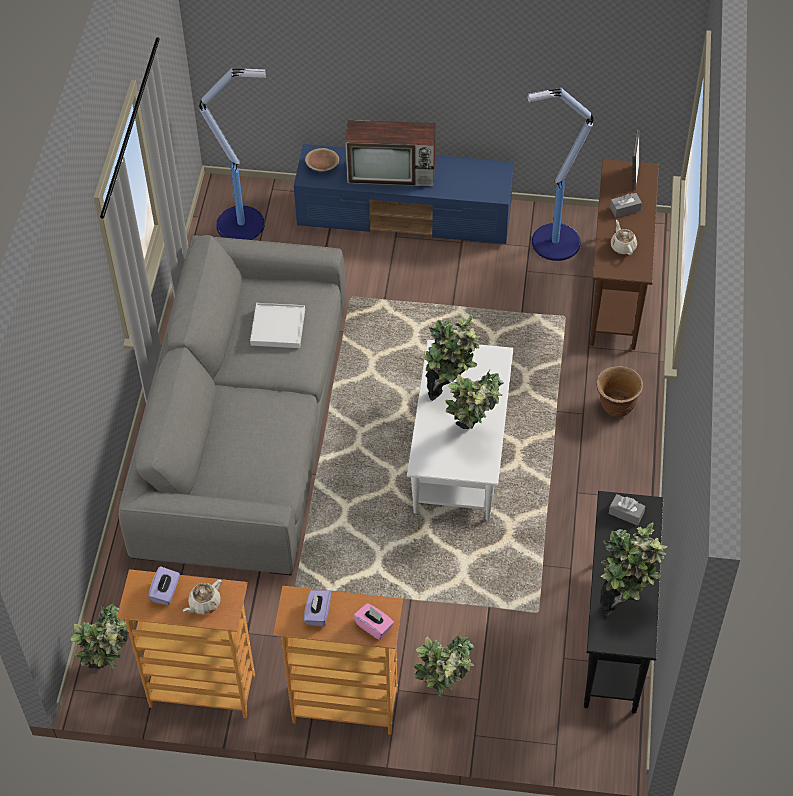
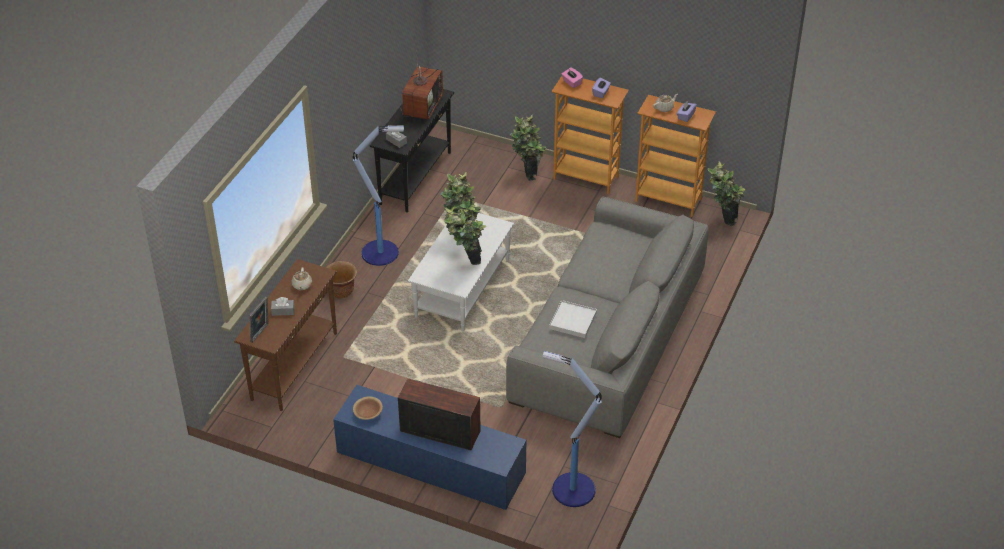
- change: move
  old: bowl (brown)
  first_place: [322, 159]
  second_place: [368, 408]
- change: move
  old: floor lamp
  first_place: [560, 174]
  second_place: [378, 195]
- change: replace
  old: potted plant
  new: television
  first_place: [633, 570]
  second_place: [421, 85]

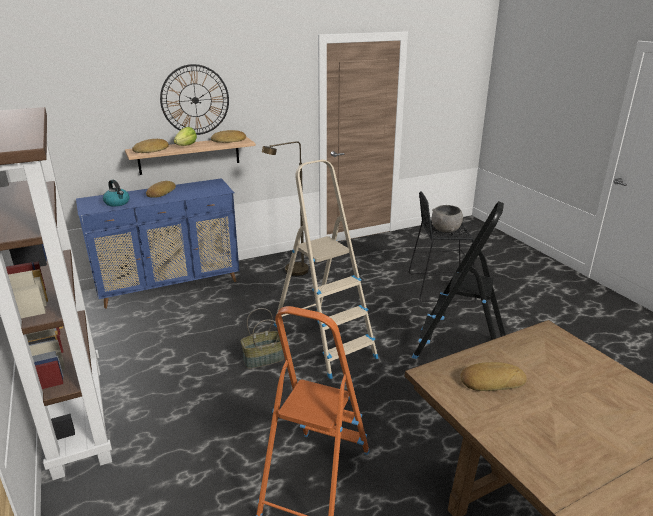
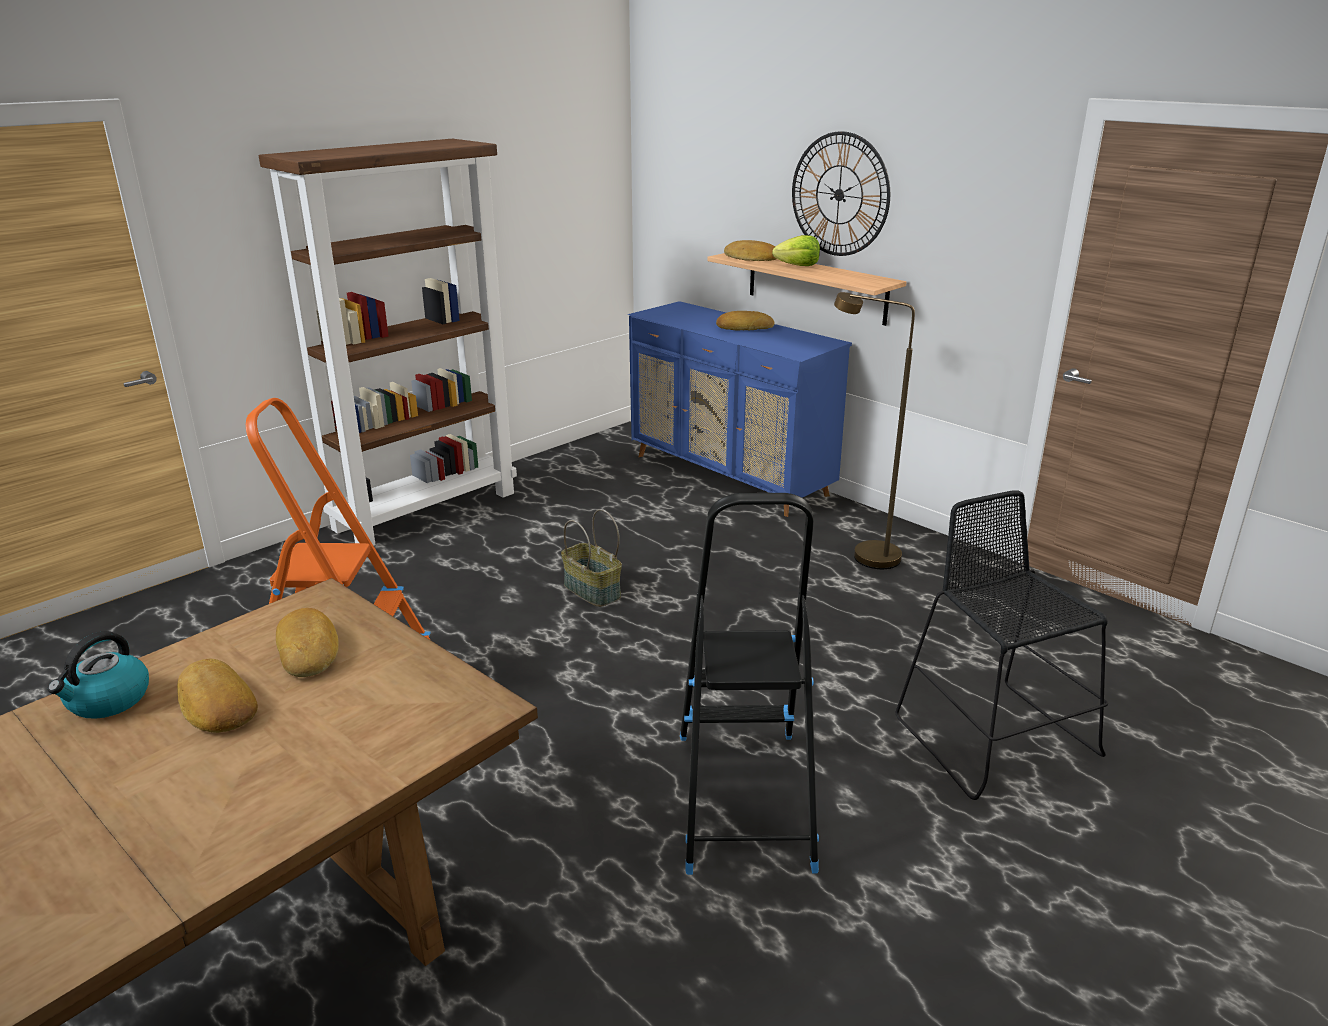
- change: move
  old: kettle
  first_place: [116, 193]
  second_place: [98, 675]
- change: move
  old: bread
  first_place: [228, 136]
  second_place: [217, 696]
- change: delete
  old: step ladder (beige)
  first_place: [326, 269]
- change: delete
  old: bowl (grey)
  first_place: [447, 219]

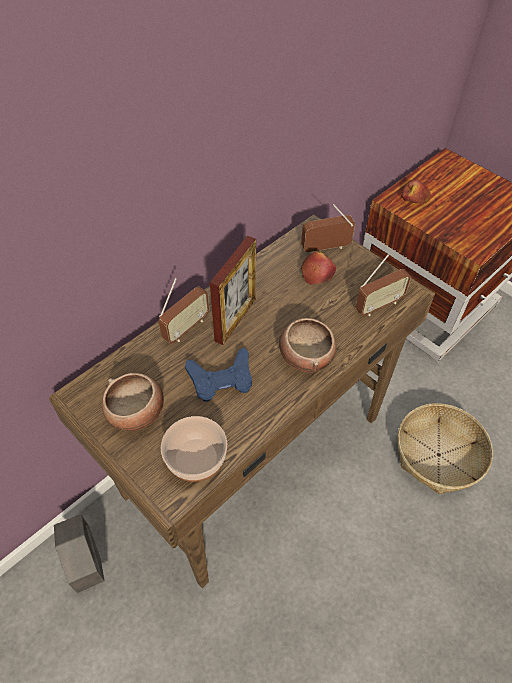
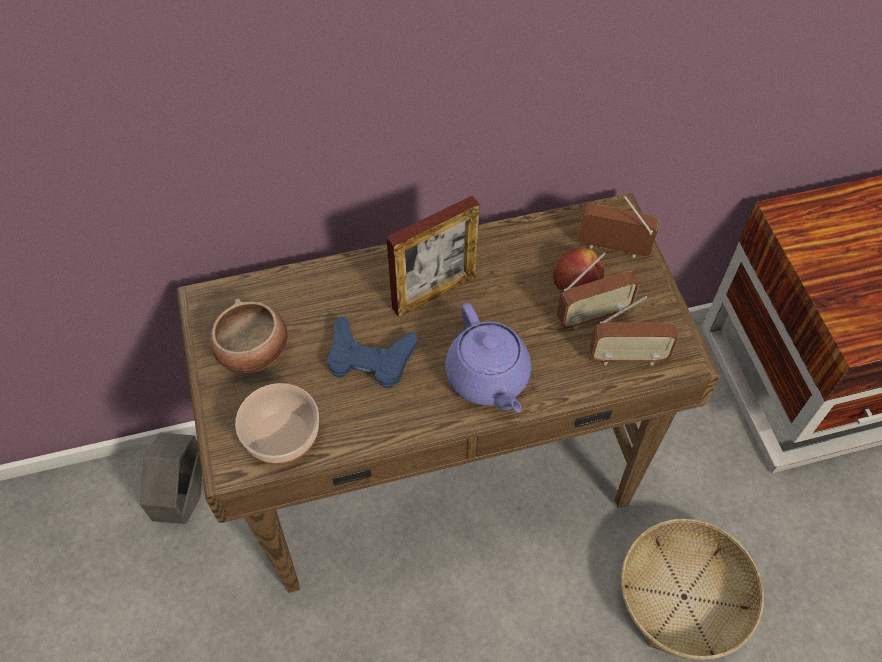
- change: move
  old: radio
  first_place: [184, 311]
  second_place: [598, 290]
- change: replace
  old: bowl
  new: teapot (purple)
  first_place: [307, 345]
  second_place: [488, 357]
- change: delete
  old: apple
  first_place: [416, 192]

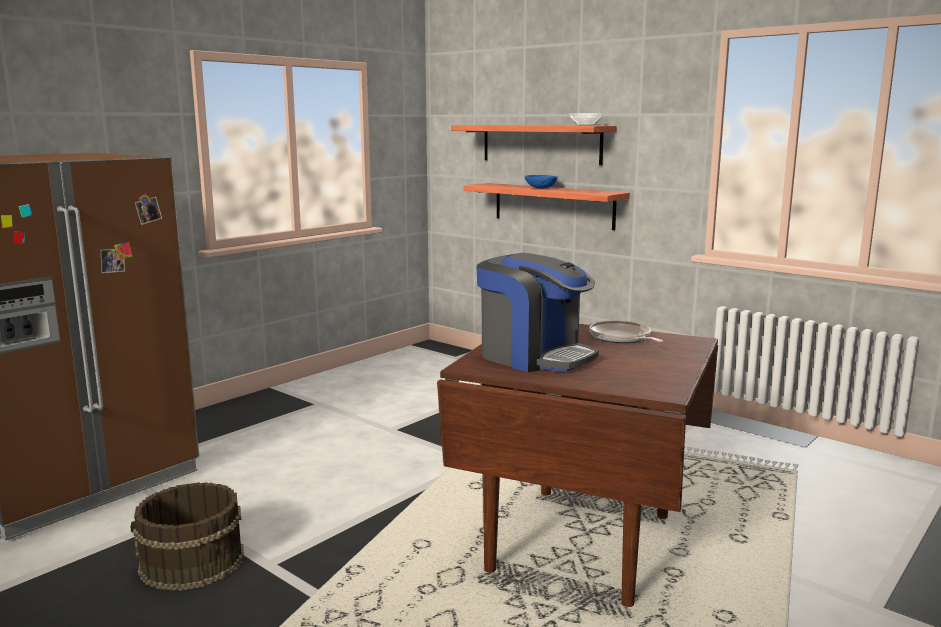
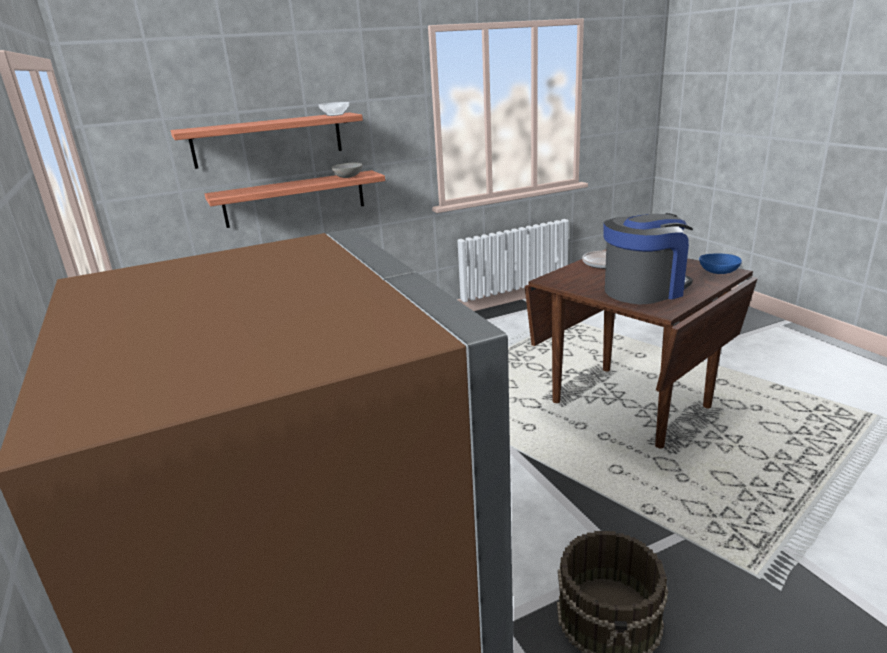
- change: move
  old: bowl (blue)
  first_place: [541, 182]
  second_place: [720, 264]
- change: insert
  new: bowl (grey)
  second_place: [347, 170]

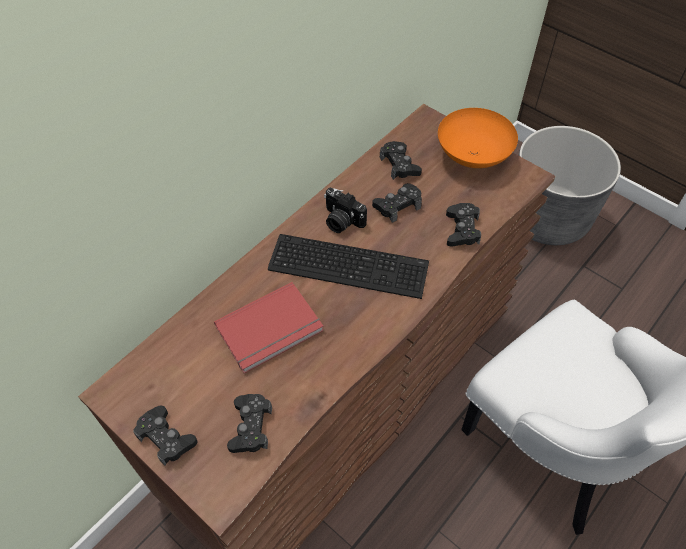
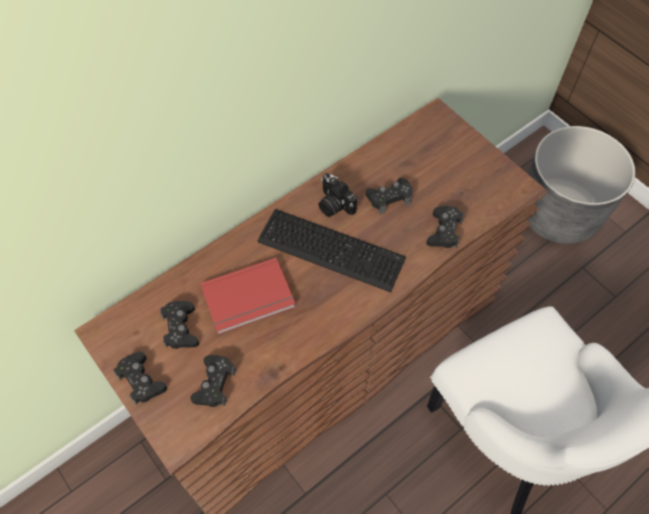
- change: move
  old: game controller (black)
  first_place: [401, 160]
  second_place: [179, 325]
- change: delete
  old: bowl (orange)
  first_place: [478, 138]

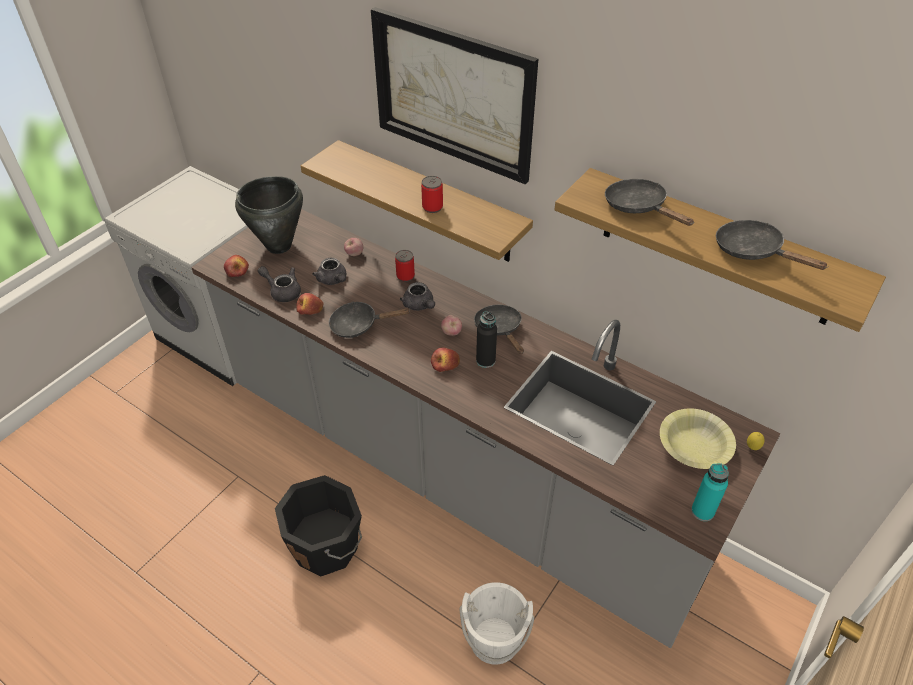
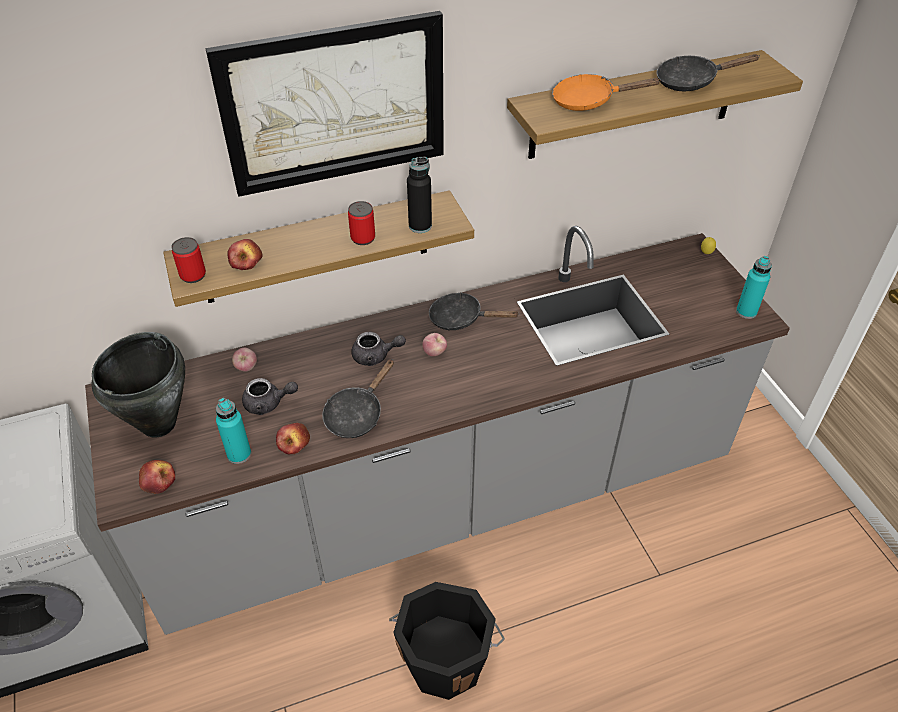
- change: replace
  old: teapot (grey)
  new: bottle (turquoise)
  first_place: [279, 284]
  second_place: [233, 431]
- change: move
  old: can
  first_place: [405, 266]
  second_place: [189, 260]
- change: move
  old: apple
  first_place: [445, 359]
  second_place: [244, 254]
- change: delete
  old: bucket (white)
  first_place: [497, 623]
- change: move
  old: bottle (black)
  first_place: [486, 339]
  second_place: [419, 195]
- change: recolor
  old: frying pan (black)
  new: frying pan (orange)
  first_place: [649, 202]
  second_place: [606, 92]
- change: delete
  old: bowl (yellow)
  first_place: [698, 439]

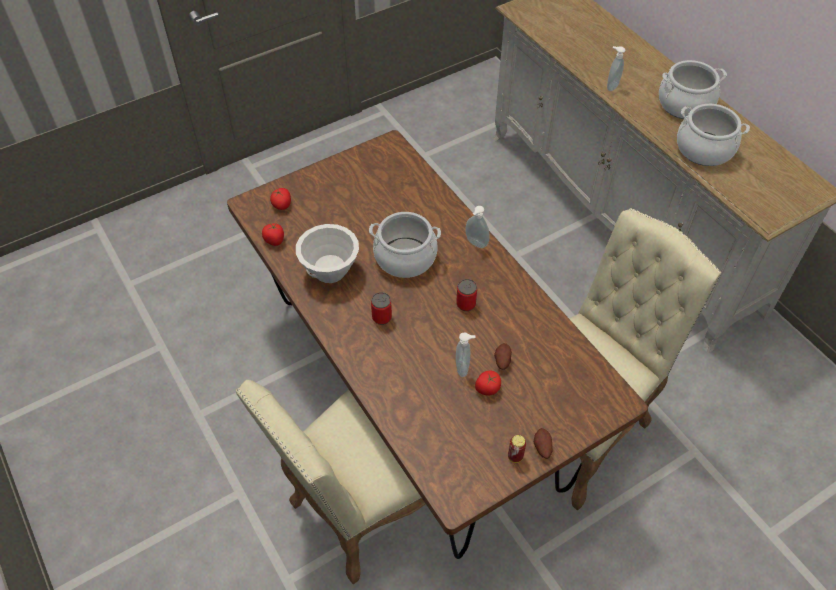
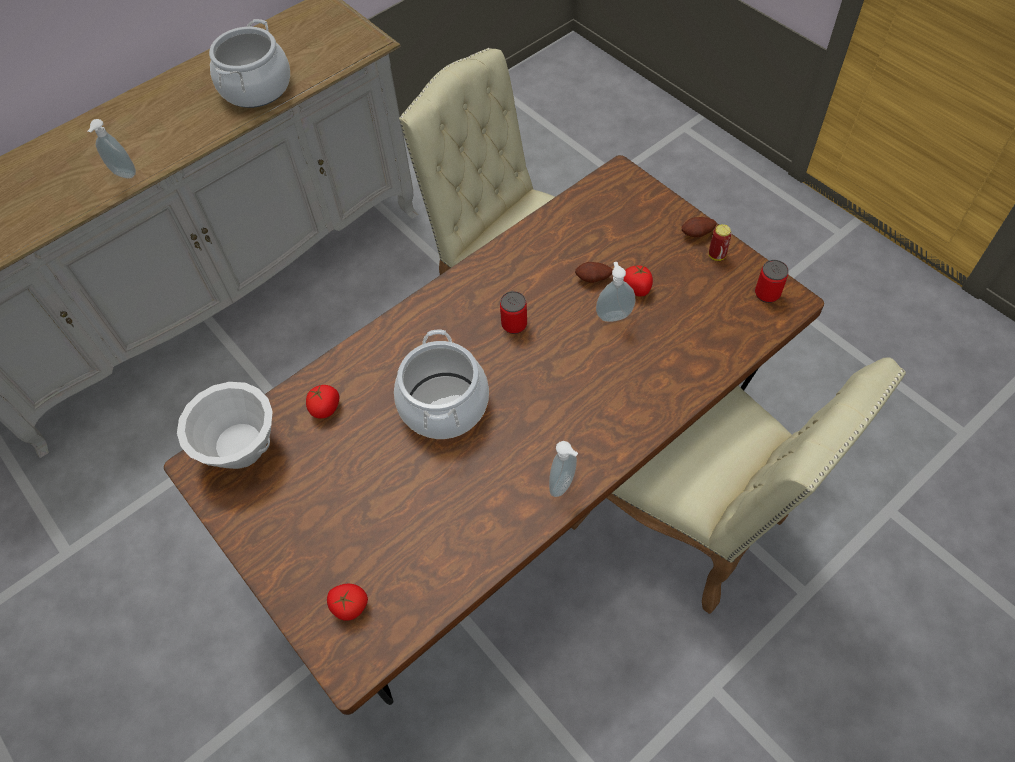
- change: move
  old: tomato
  first_place: [273, 234]
  second_place: [322, 401]
- change: move
  old: bowl (white)
  first_place: [327, 253]
  second_place: [225, 425]
- change: move
  old: can
  first_place: [381, 308]
  second_place: [772, 281]
- change: move
  old: soap dispenser
  first_place: [477, 227]
  second_place: [563, 469]
- change: delete
  old: cooking pot
  first_place: [693, 89]

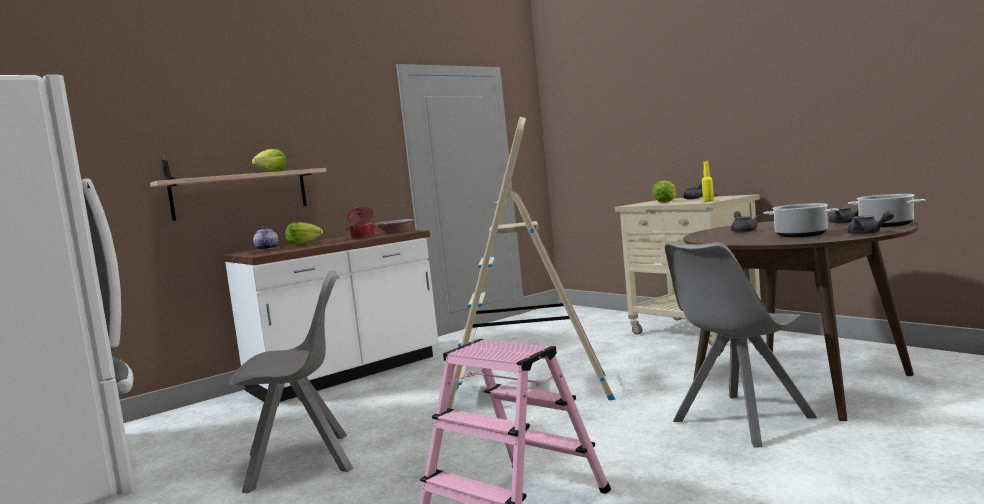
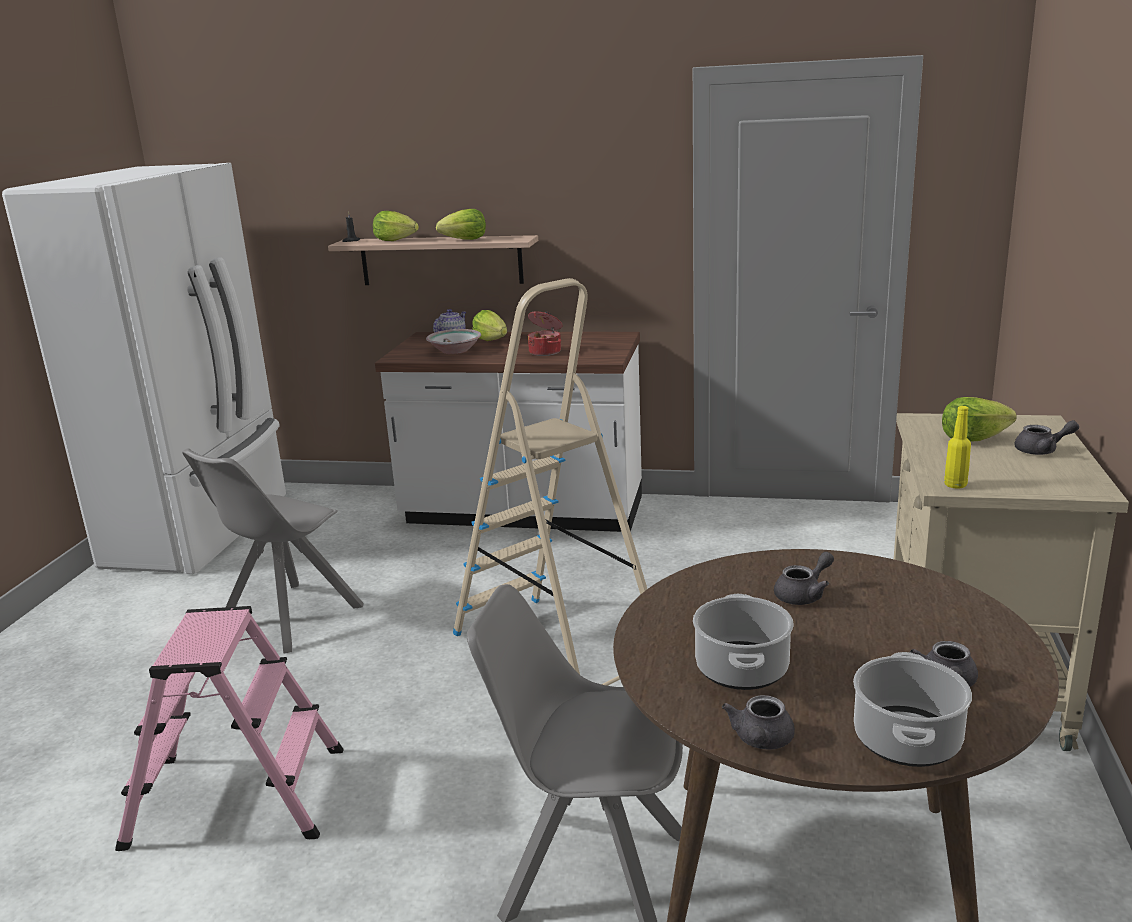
- change: rotate
  old: chair (grey)
  first_place: [290, 381]
  second_place: [273, 551]
  degrees: 90
- change: move
  old: bowl
  first_place: [394, 226]
  second_place: [453, 341]
- change: insert
  new: lettuce
  second_place: [396, 226]

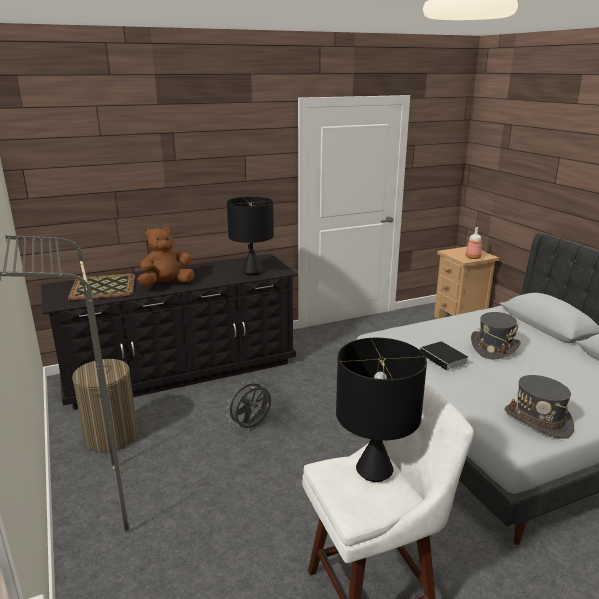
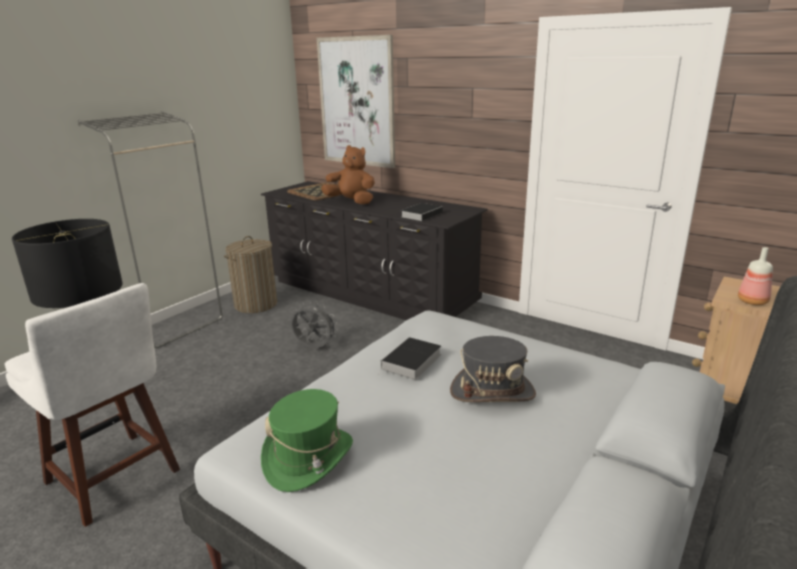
- change: replace
  old: table lamp (black)
  new: book
  first_place: [250, 236]
  second_place: [422, 212]
- change: recolor
  old: hat (grey)
  new: hat (green)
  first_place: [539, 407]
  second_place: [307, 440]
- change: insert
  new: picture
  second_place: [356, 101]

